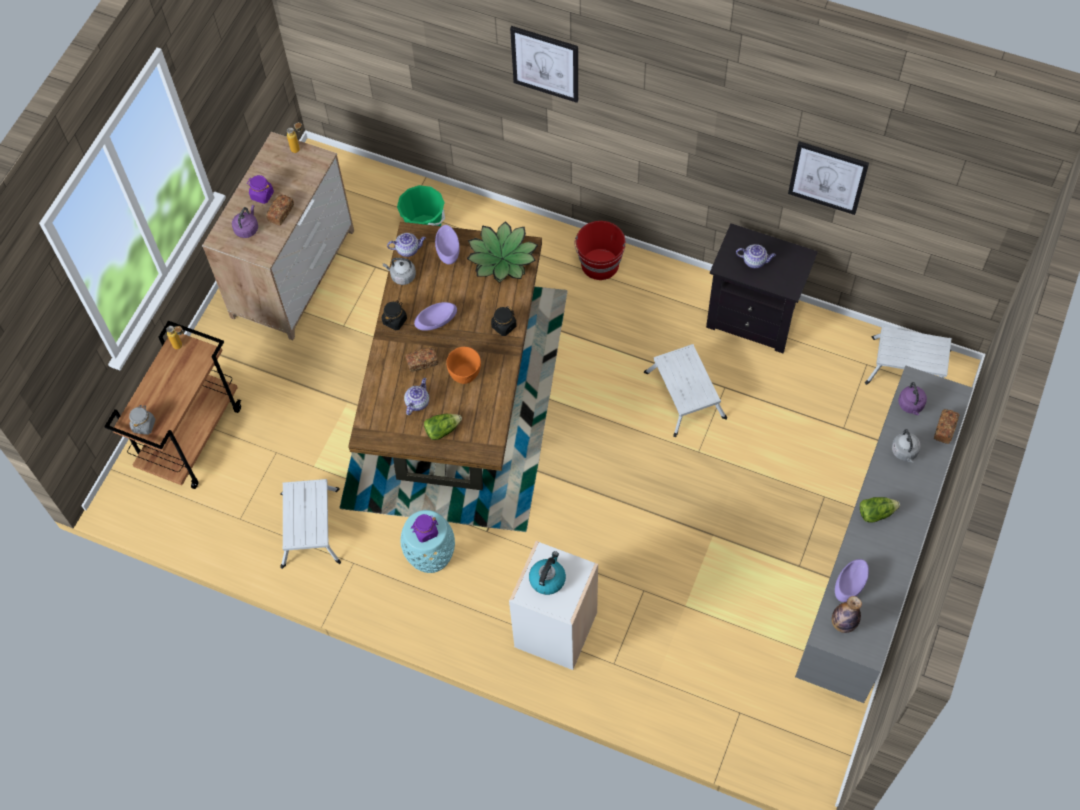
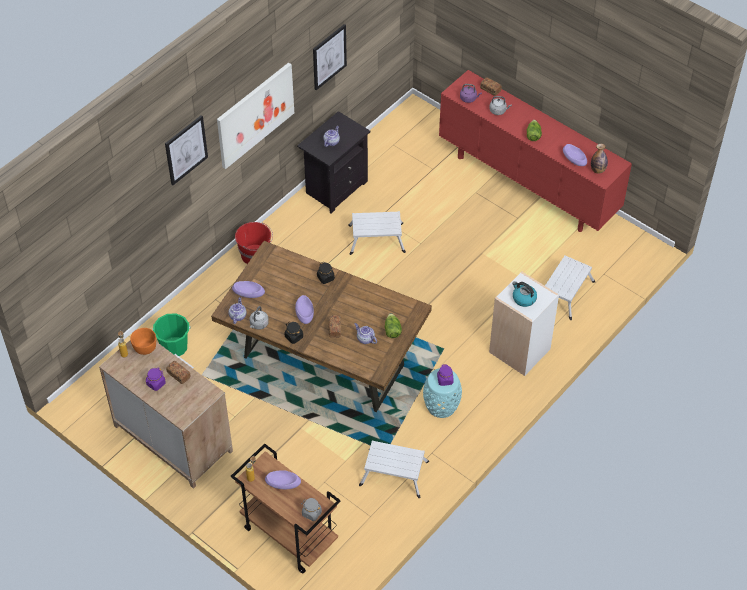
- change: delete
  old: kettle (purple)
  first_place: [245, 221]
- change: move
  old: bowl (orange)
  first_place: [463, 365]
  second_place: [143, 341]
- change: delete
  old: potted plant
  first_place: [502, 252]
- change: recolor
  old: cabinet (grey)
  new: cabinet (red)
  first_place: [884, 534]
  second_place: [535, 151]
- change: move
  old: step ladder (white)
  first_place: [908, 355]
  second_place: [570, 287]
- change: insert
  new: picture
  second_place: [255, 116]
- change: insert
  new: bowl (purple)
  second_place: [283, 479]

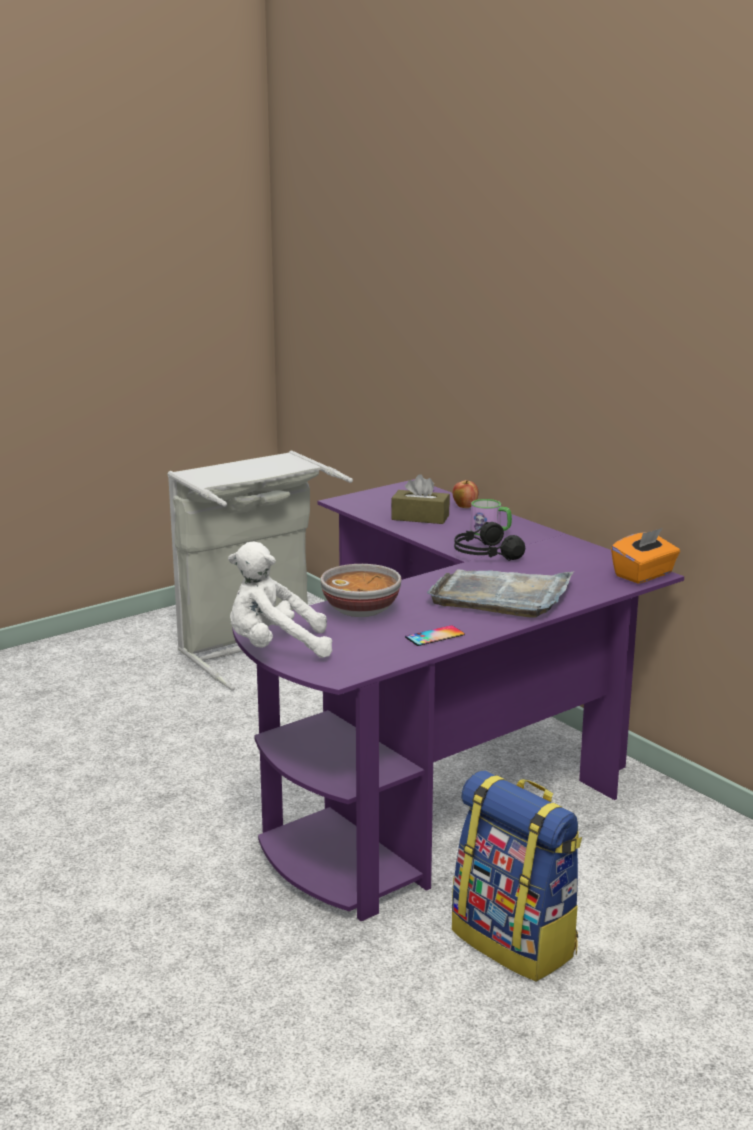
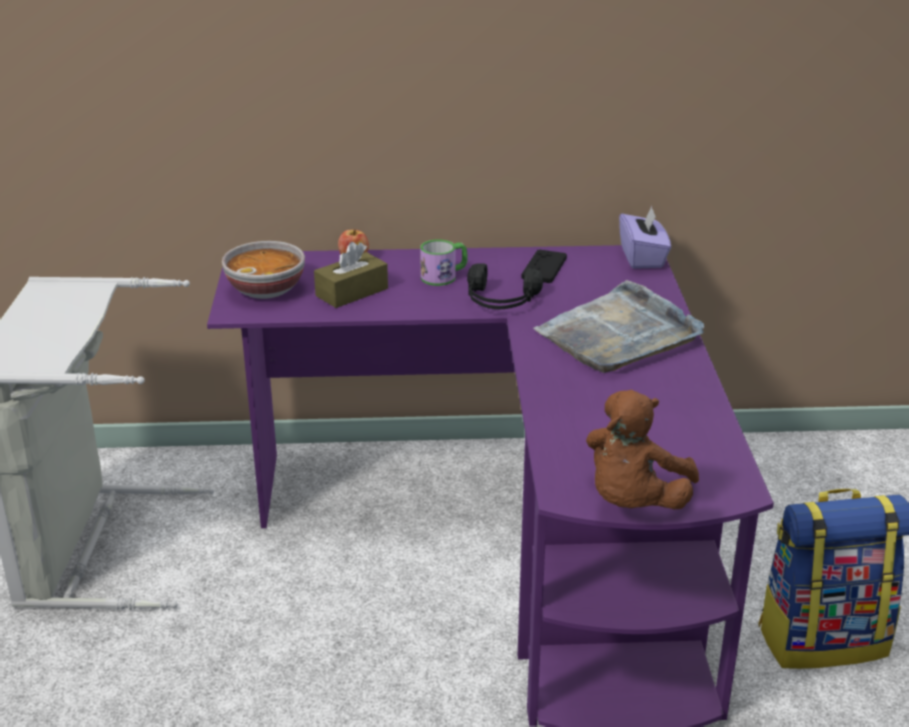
- change: recolor
  old: plush toy (white)
  new: plush toy (brown)
  first_place: [280, 599]
  second_place: [642, 449]
- change: move
  old: bowl
  first_place: [361, 590]
  second_place: [263, 270]
- change: delete
  old: phone
  first_place: [435, 635]
- change: recolor
  old: tissue box (orange)
  new: tissue box (purple)
  first_place: [645, 556]
  second_place: [645, 237]
- change: insert
  new: game controller (black)
  second_place: [544, 266]

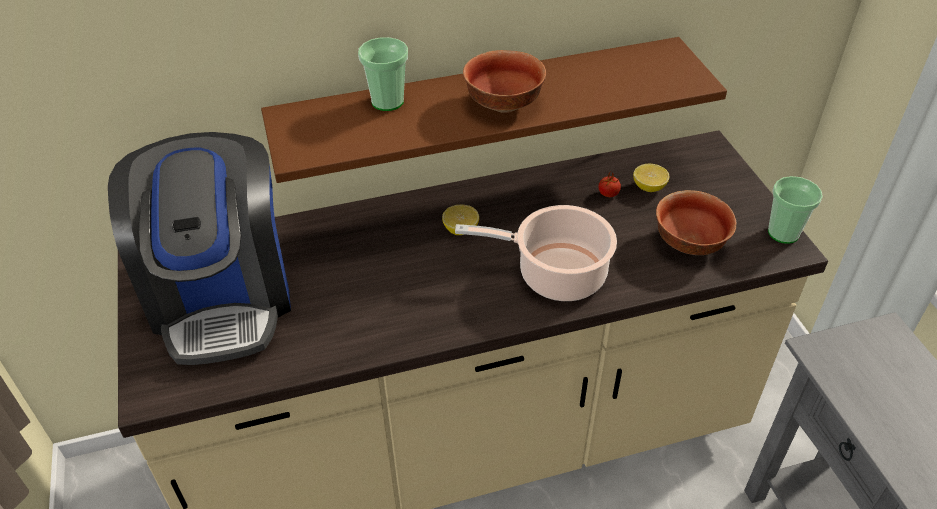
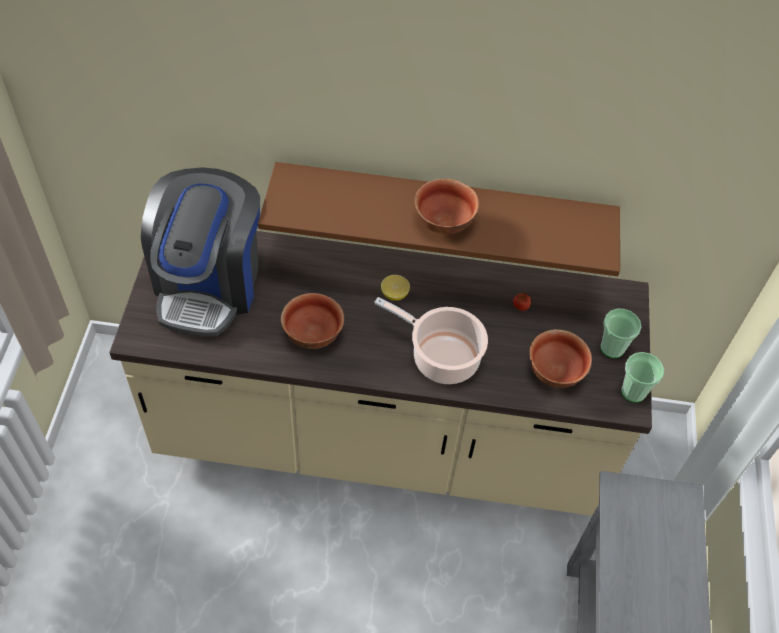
- change: move
  old: cup
  first_place: [383, 74]
  second_place: [620, 333]
- change: delete
  old: lemon
  first_place: [651, 178]
- change: insert
  new: bowl
  second_place: [312, 321]

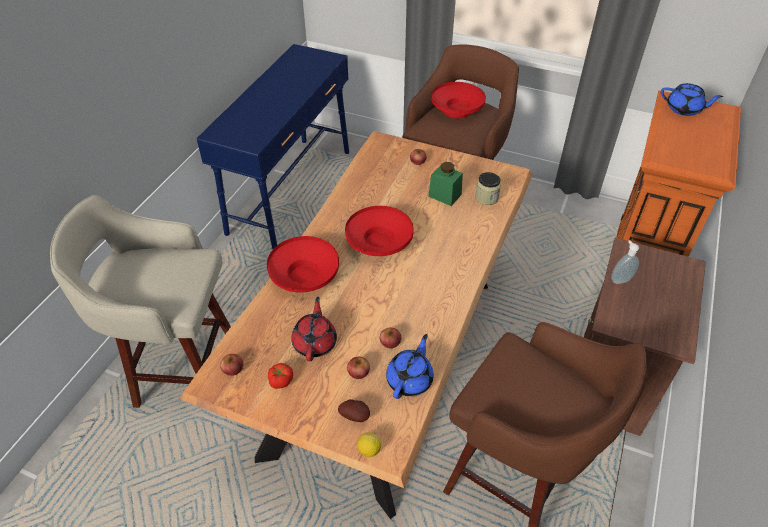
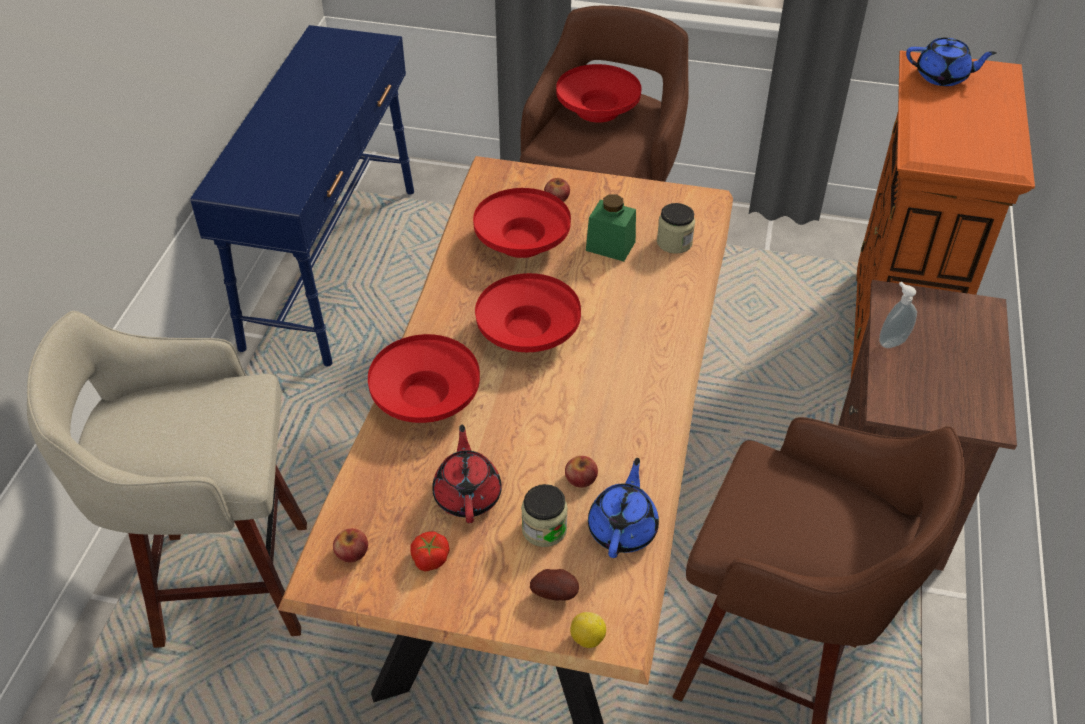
- change: replace
  old: apple
  new: jar
  first_place: [358, 368]
  second_place: [544, 515]
- change: insert
  new: bowl (red)
  second_place: [522, 223]

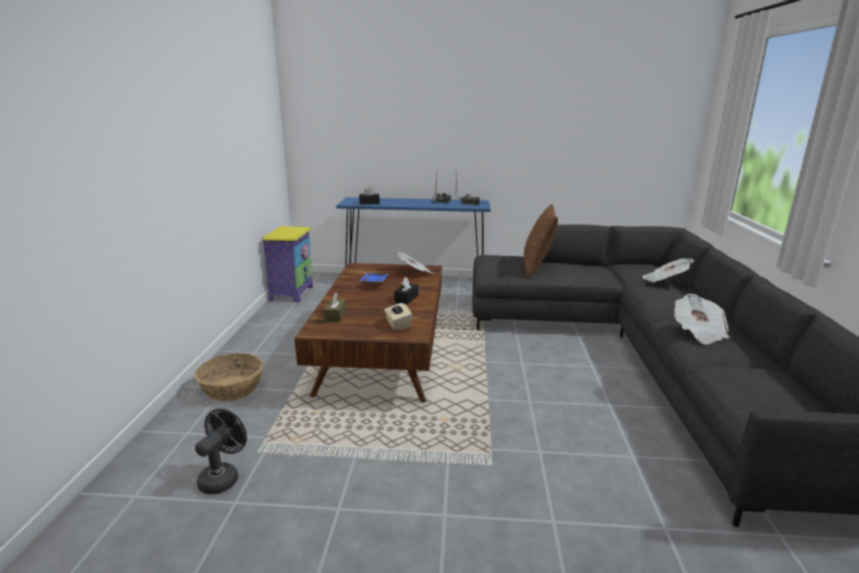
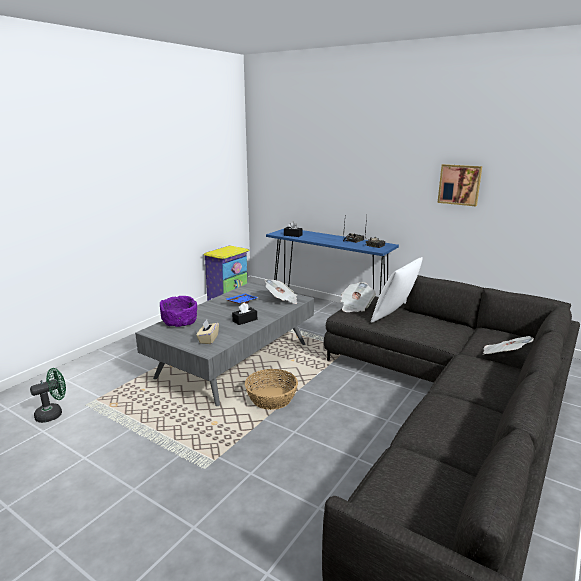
- change: move
  old: basket
  first_place: [228, 377]
  second_place: [271, 389]
- change: recolor
  old: fan (black)
  new: fan (green)
  first_place: [221, 451]
  second_place: [48, 395]
- change: recolor
  old: coffee table (brown)
  new: coffee table (grey)
  first_place: [368, 333]
  second_place: [224, 344]
- change: replace
  old: tissue box (brown)
  new: bowl (purple)
  first_place: [335, 307]
  second_place: [178, 311]
- change: recolor
  old: pillow (brown)
  new: pillow (white)
  first_place: [541, 240]
  second_place: [397, 290]
- change: move
  old: newspaper
  first_place: [701, 319]
  second_place: [358, 297]
- change: insert
  new: picture
  second_place: [459, 185]

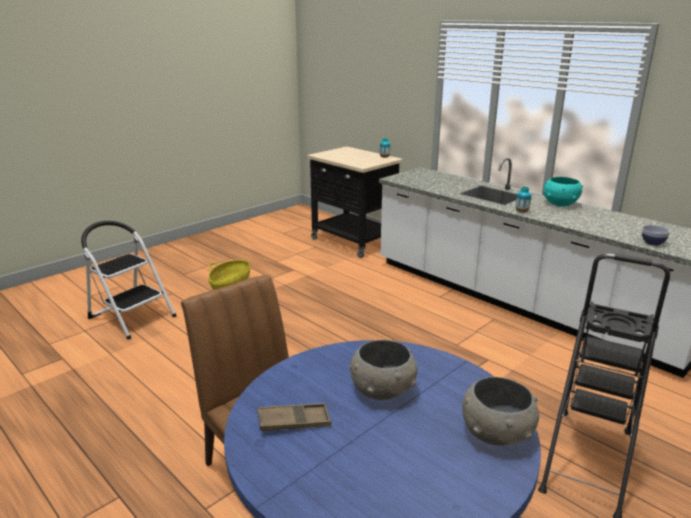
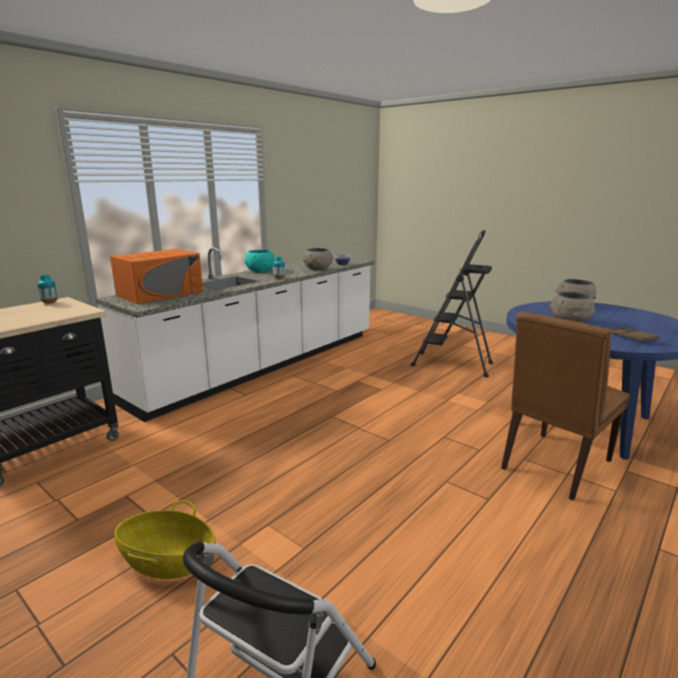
- change: insert
  new: microwave (orange)
  second_place: [156, 276]
- change: insert
  new: bowl (grey)
  second_place: [318, 259]

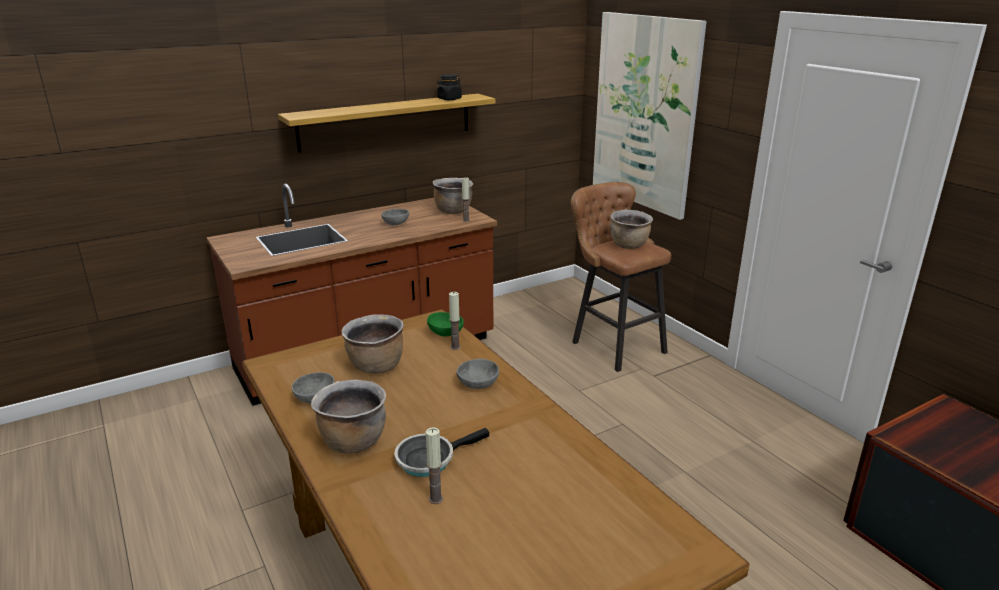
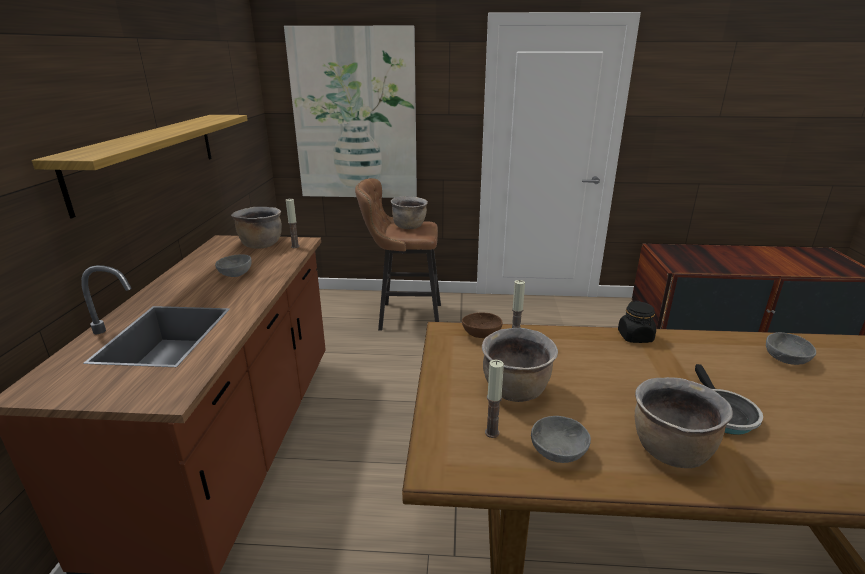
- change: move
  old: candle
  first_place: [434, 465]
  second_place: [494, 399]
- change: recolor
  old: bowl (green)
  new: bowl (brown)
  first_place: [445, 324]
  second_place: [482, 325]
- change: move
  old: jar (black)
  first_place: [449, 87]
  second_place: [637, 322]
- change: move
  old: bowl (grey)
  first_place: [477, 374]
  second_place: [791, 348]

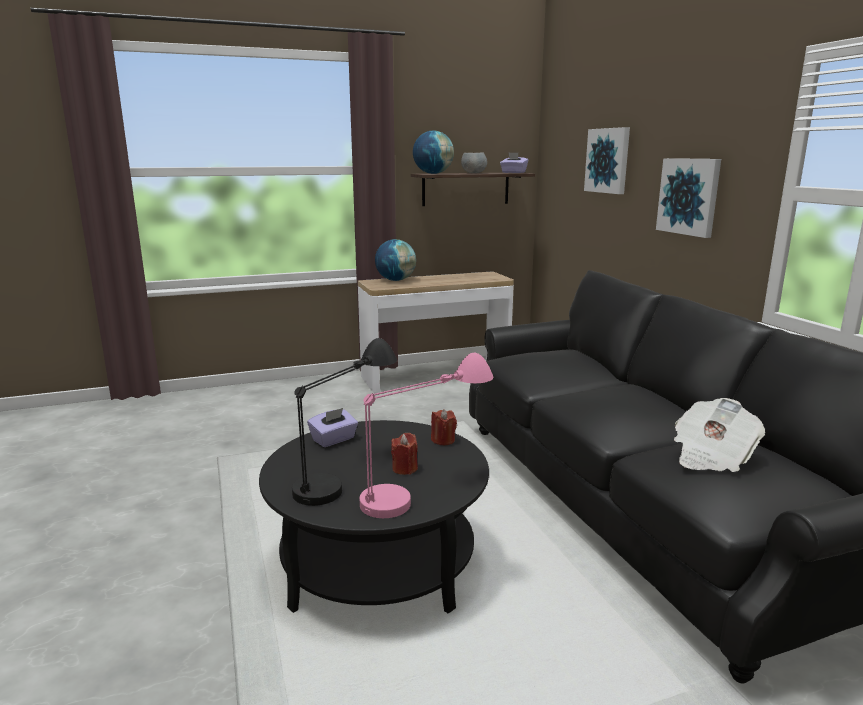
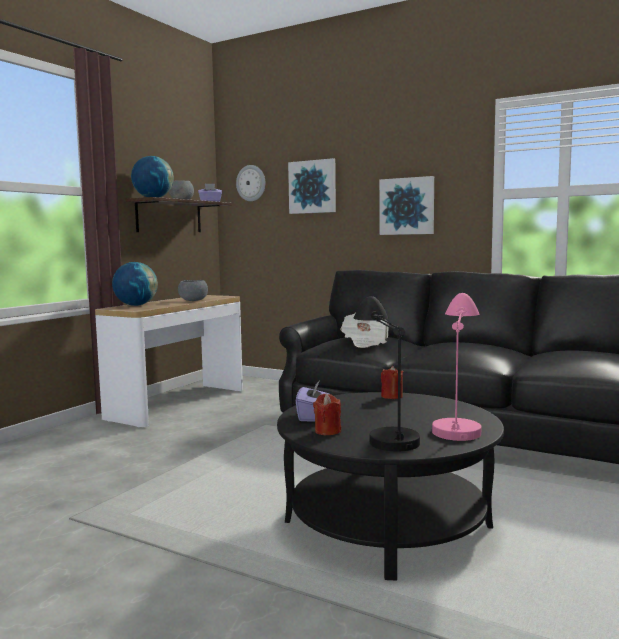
- change: move
  old: candle (red)
  first_place: [404, 454]
  second_place: [327, 414]
- change: move
  old: newspaper
  first_place: [719, 435]
  second_place: [364, 330]
- change: insert
  new: bowl (grey)
  second_place: [193, 290]
- change: insert
  new: wall clock
  second_place: [251, 183]

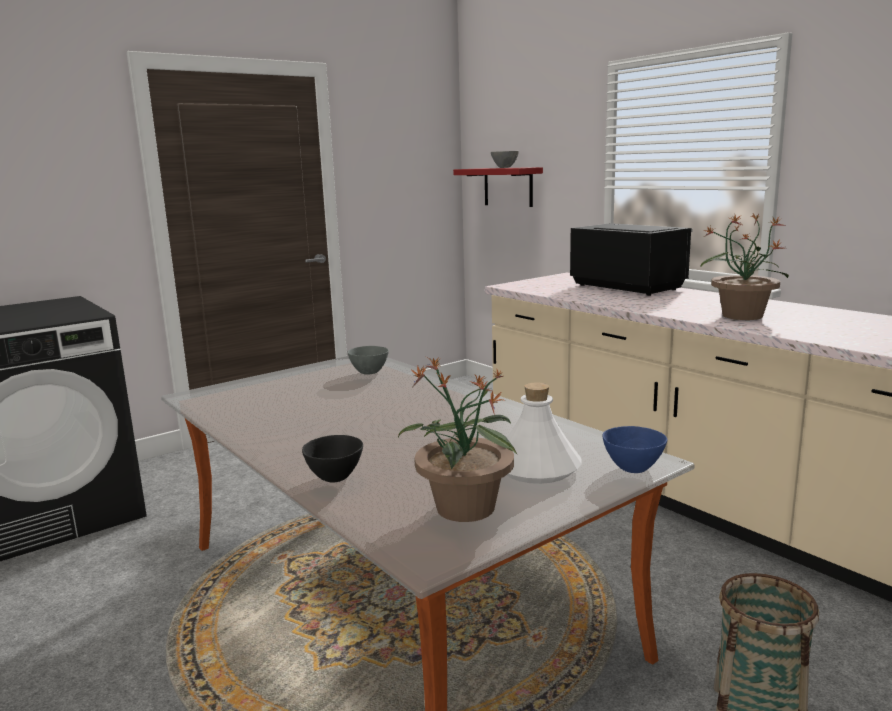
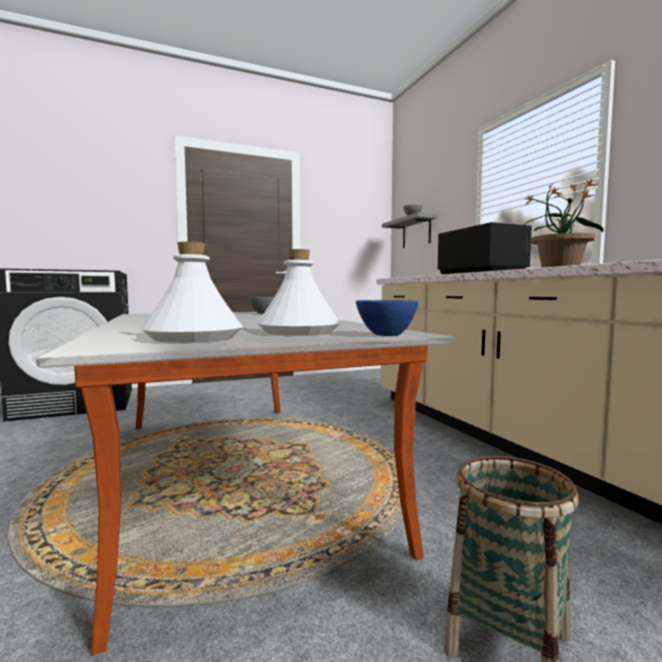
- change: delete
  old: bowl (black)
  first_place: [332, 459]
- change: replace
  old: potted plant
  new: bottle (white)
  first_place: [457, 439]
  second_place: [192, 292]
- change: recolor
  old: shelf (red)
  new: shelf (grey)
  first_place: [498, 187]
  second_place: [409, 230]

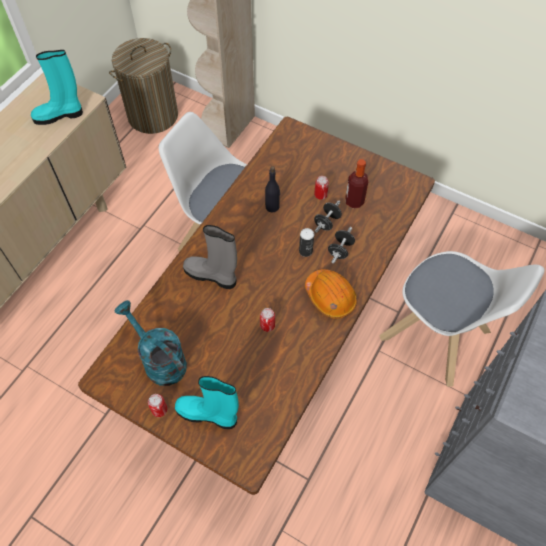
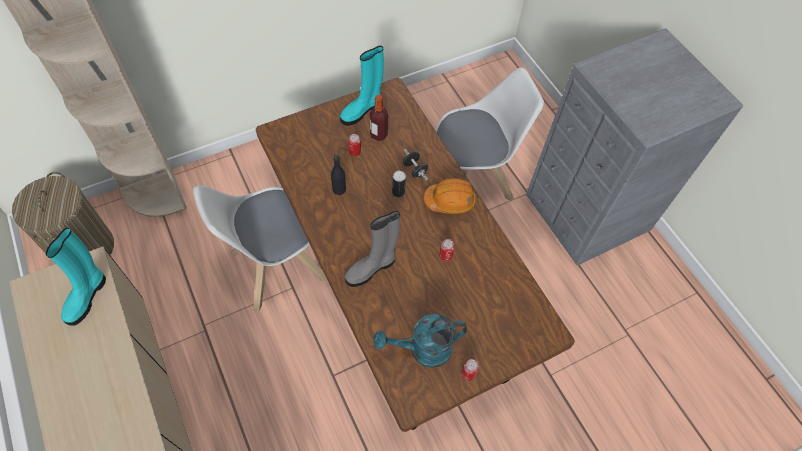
- change: move
  old: boot (turquoise)
  first_place: [207, 402]
  second_place: [362, 86]
- change: delete
  old: dumbbell (black)
  first_place: [328, 216]

